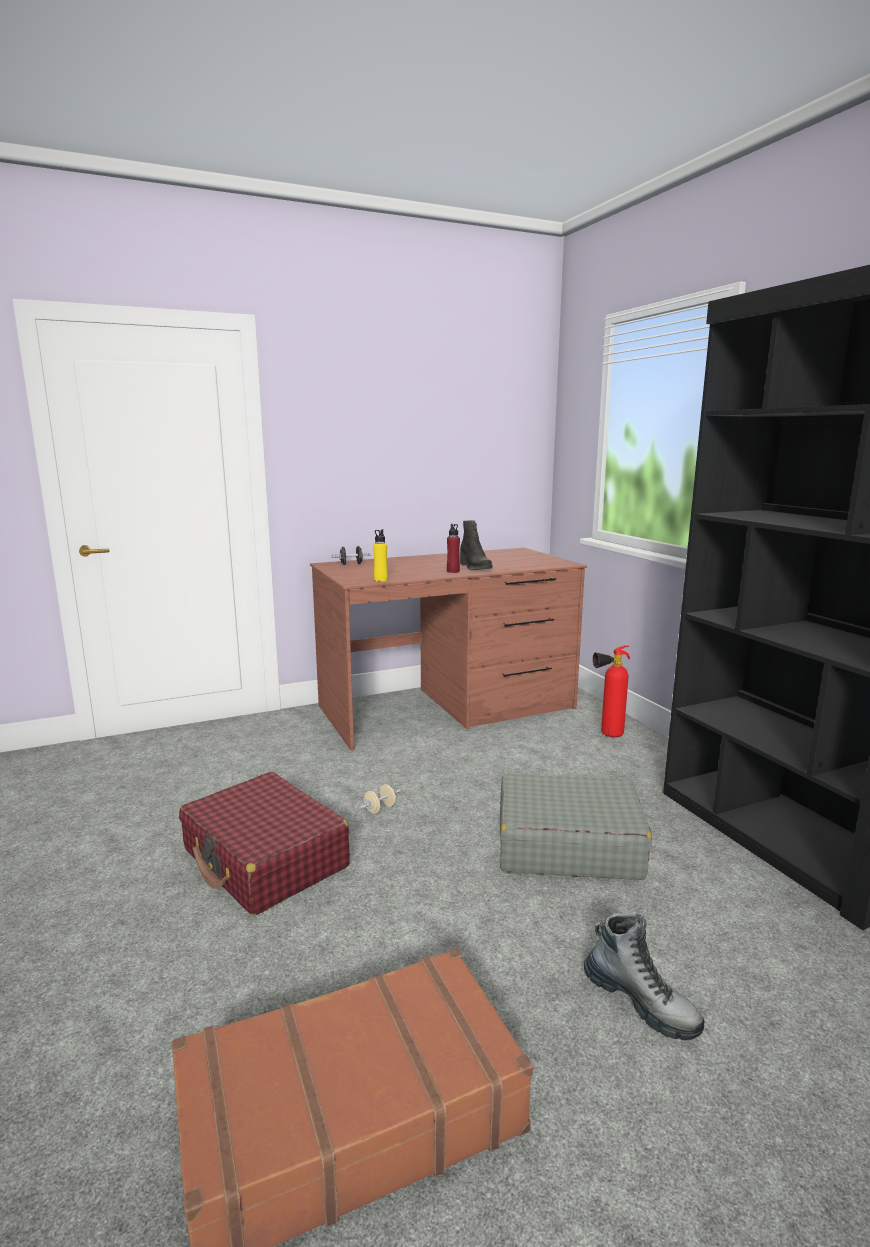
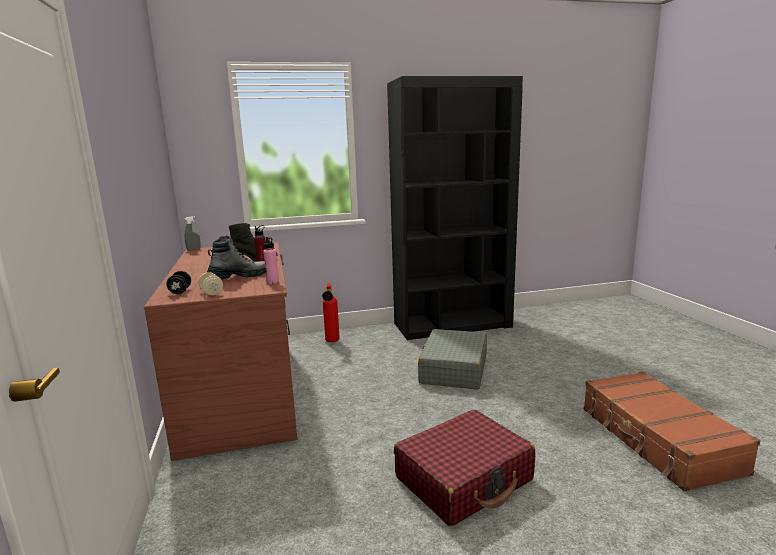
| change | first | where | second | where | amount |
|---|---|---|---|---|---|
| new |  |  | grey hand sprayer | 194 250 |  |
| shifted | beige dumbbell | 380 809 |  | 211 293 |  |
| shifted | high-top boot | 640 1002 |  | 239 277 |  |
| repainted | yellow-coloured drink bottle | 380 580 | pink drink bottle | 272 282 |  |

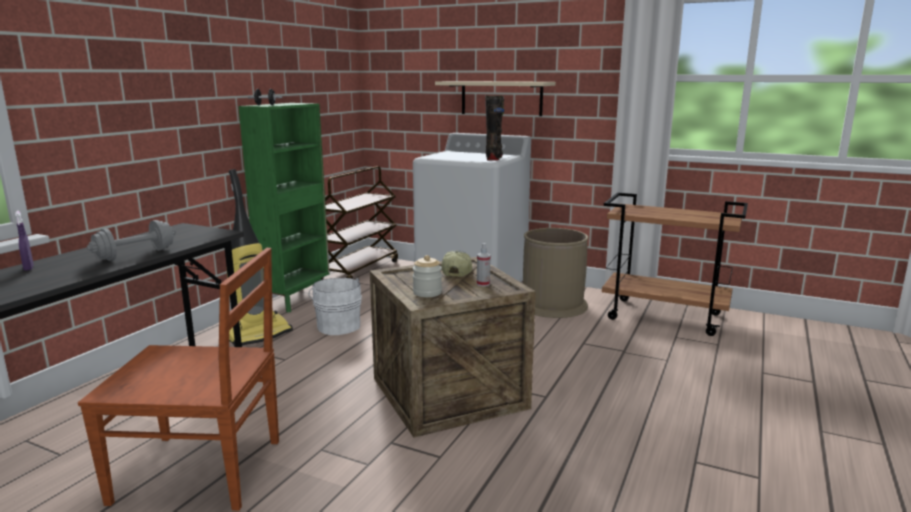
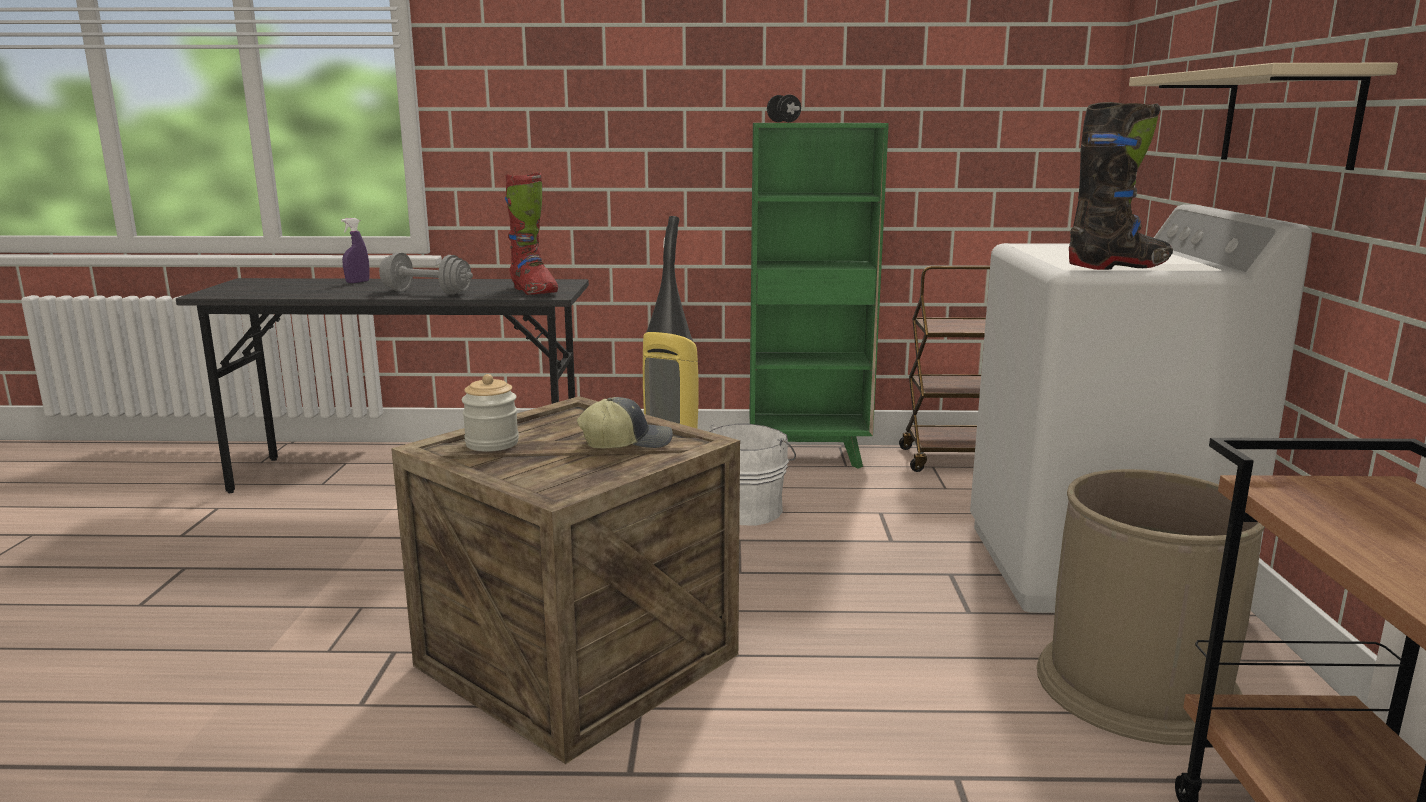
| change | first | where | second | where | amount |
|---|---|---|---|---|---|
| gone | brown upright chair | 202 471 |  |  |  |
| gone | hand sprayer | 483 284 |  |  |  |
| new |  |  | red high-top boot | 533 291 |  |

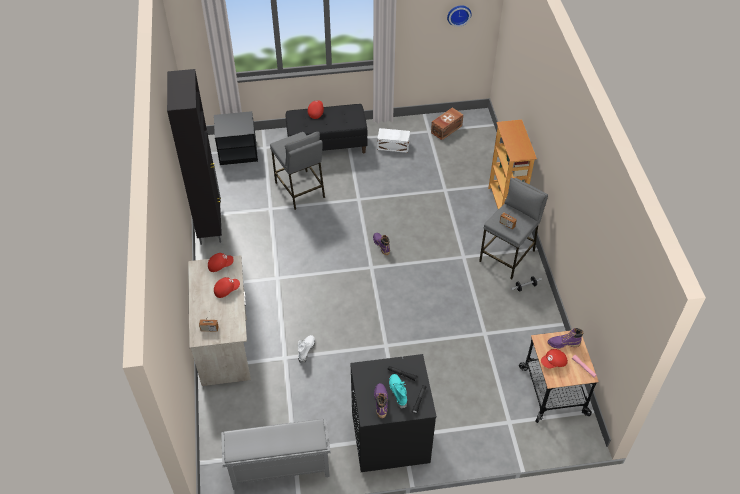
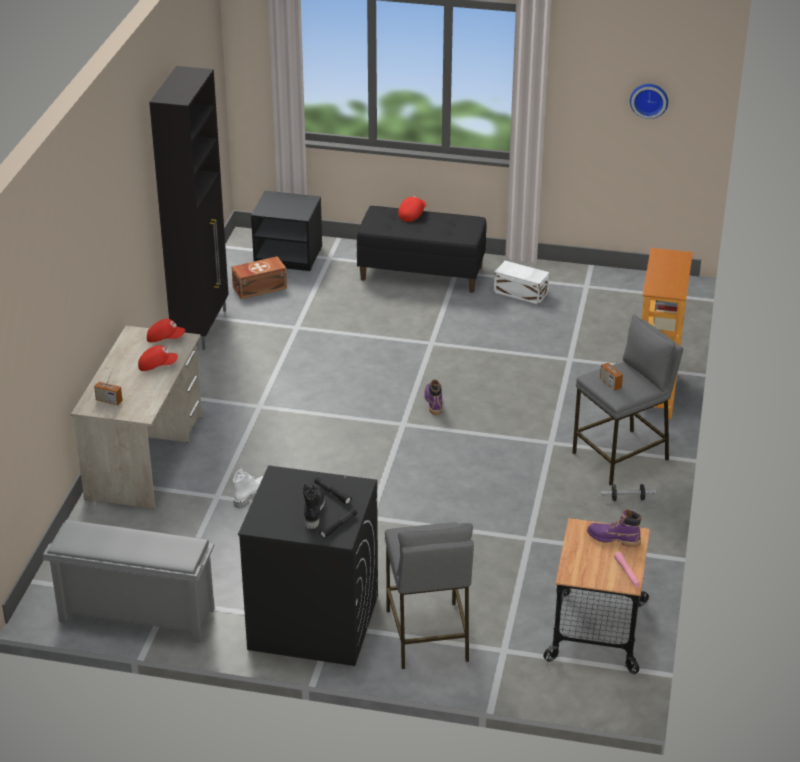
| change | first | where | second | where | amount |
|---|---|---|---|---|---|
| gone | purple-coloured high-top boot | 381 402 |  |  |  |
| gone | red baseball cap | 554 362 |  |  |  |
| shifted | grey stool | 300 190 |  | 427 635 |  |
| shifted | brown storage box | 445 129 |  | 258 287 |  |
| repainted | turquoise-coloured high-top boot | 397 392 | black-coloured high-top boot | 313 511 |  |

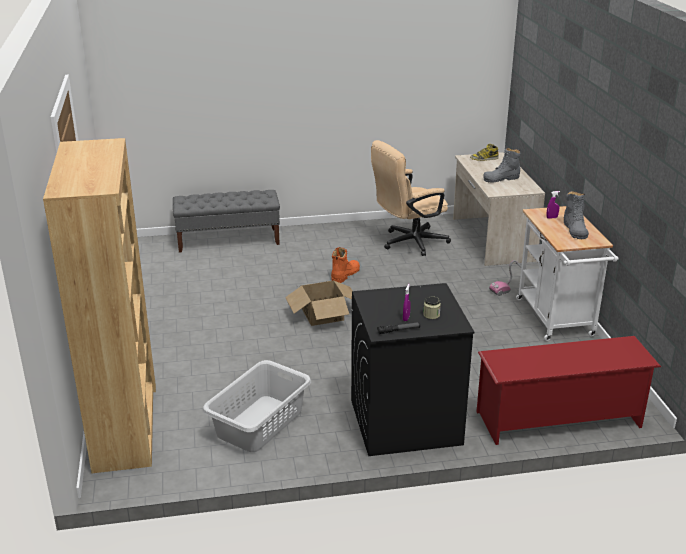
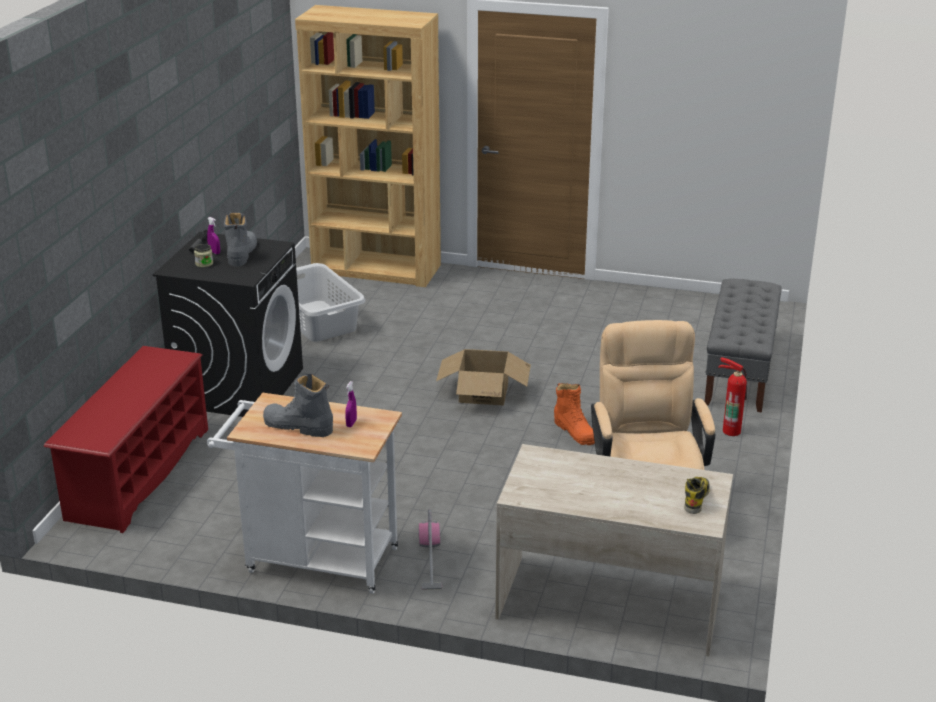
| change | first | where | second | where | amount |
|---|---|---|---|---|---|
| new |  |  | fire-fighting cylinder | 731 430 |  |
| shifted | grey high-top boot | 501 178 |  | 242 253 |  |

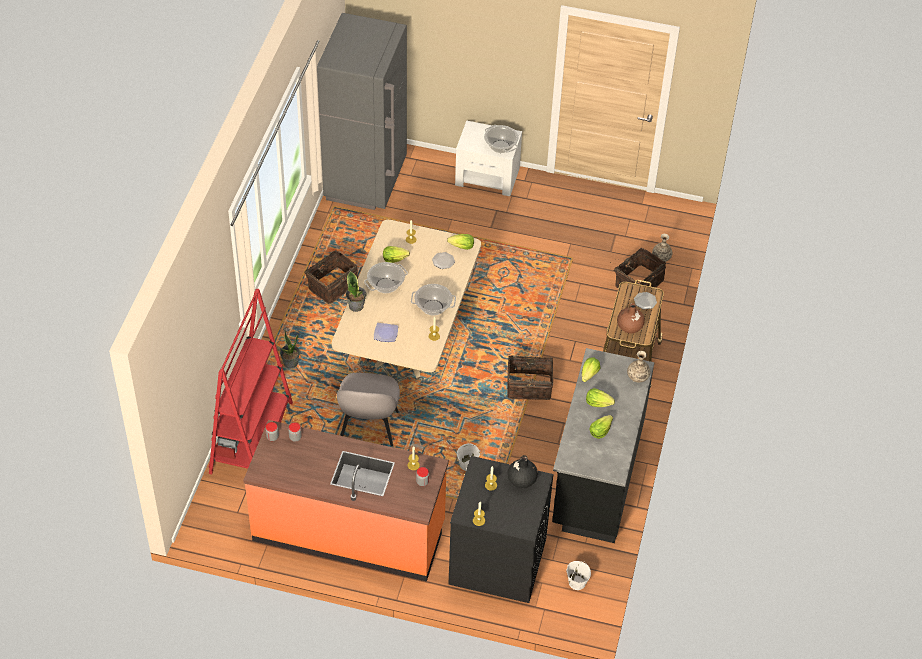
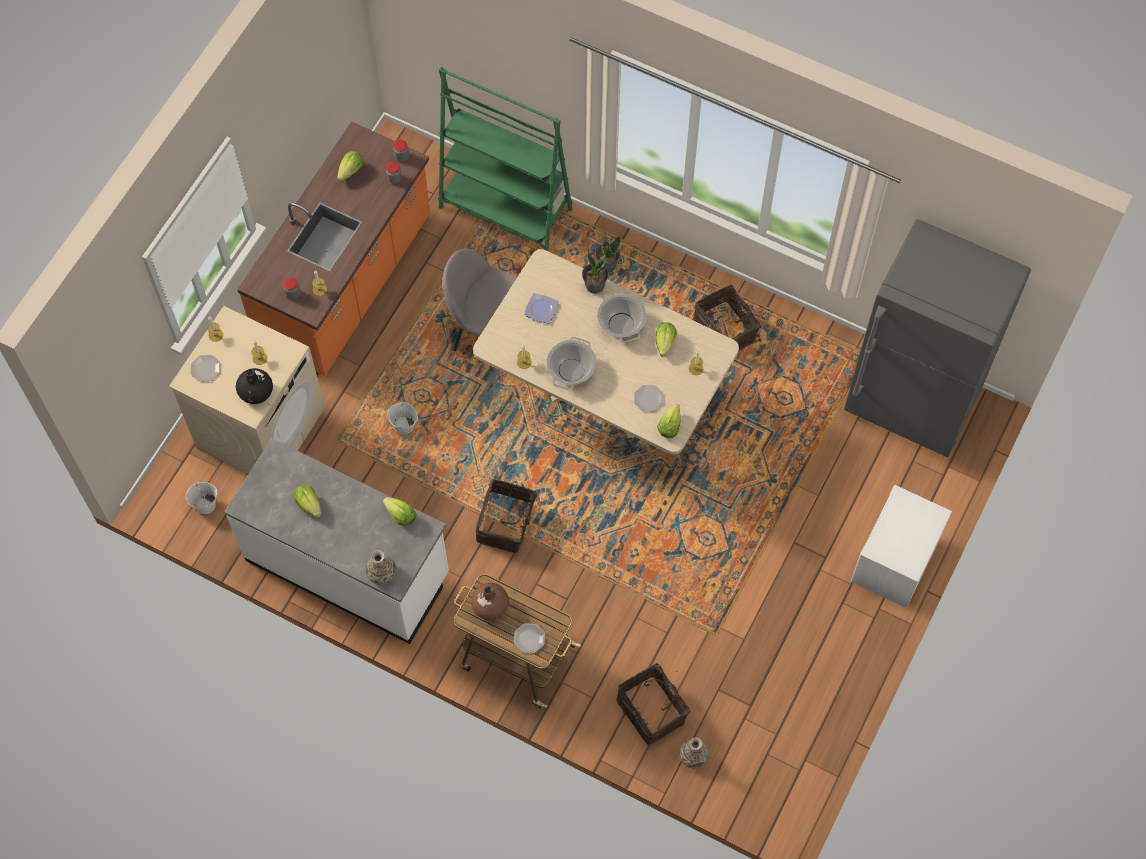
| change | first | where | second | where | amount |
|---|---|---|---|---|---|
| gone | stockpot | 500 146 |  |  |  |
| new |  |  | dinner plate | 205 369 |  |
| shifted | lettuce | 598 403 |  | 351 171 |  |
| repainted | red shelving unit | 251 437 | green shelving unit | 505 208 |  |
| repainted | black-coloured washing machine | 497 561 | beige washing machine | 261 427 |  |
| repainted | black-coloured counter | 596 475 | white-coloured counter | 348 567 |  |

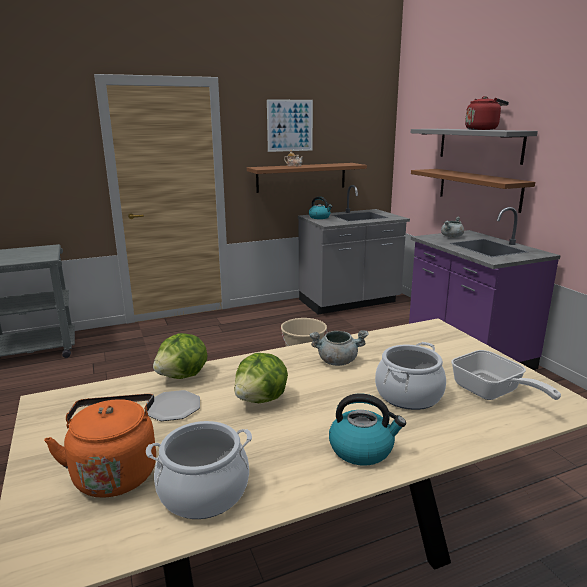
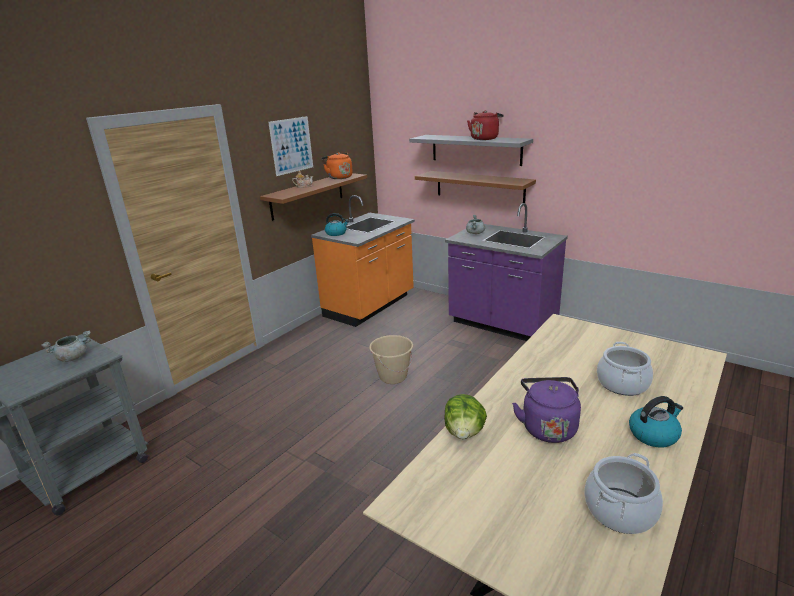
| change | first | where | second | where | amount |
|---|---|---|---|---|---|
| gone | dinner plate | 173 408 |  |  |  |
| gone | pan | 491 393 |  |  |  |
| shifted | orange-coloured kettle | 115 472 |  | 339 177 |  |
| shifted | grey stockpot | 337 361 |  | 73 357 |  |
| swapped | lettuce | 261 399 | purple-coloured kettle | 547 427 |  |
| repainted | grey counter | 349 302 | orange-coloured counter | 370 306 |  |

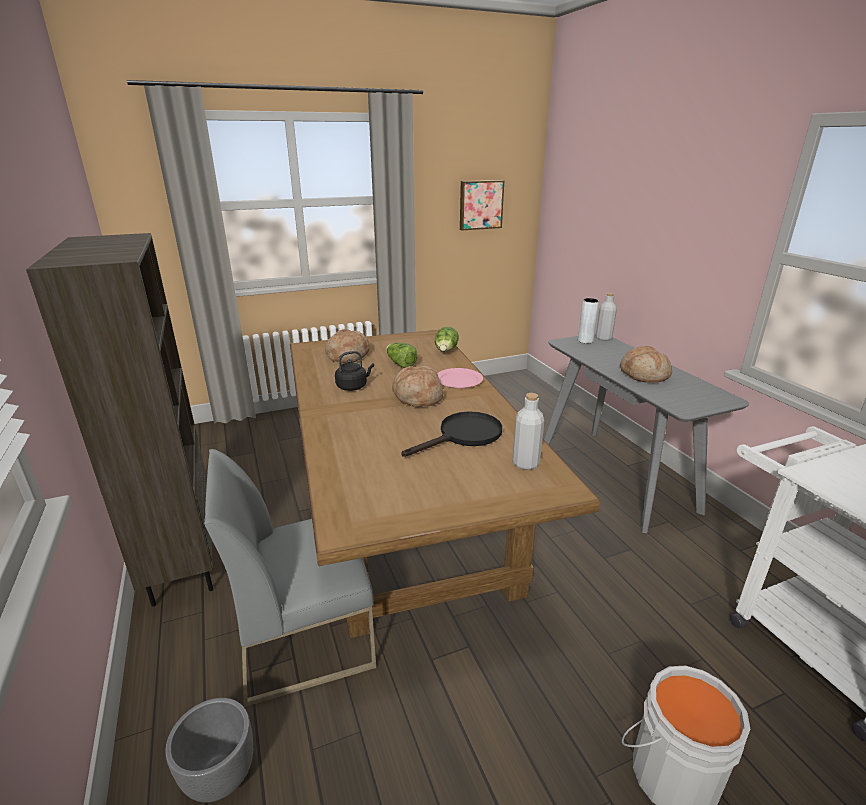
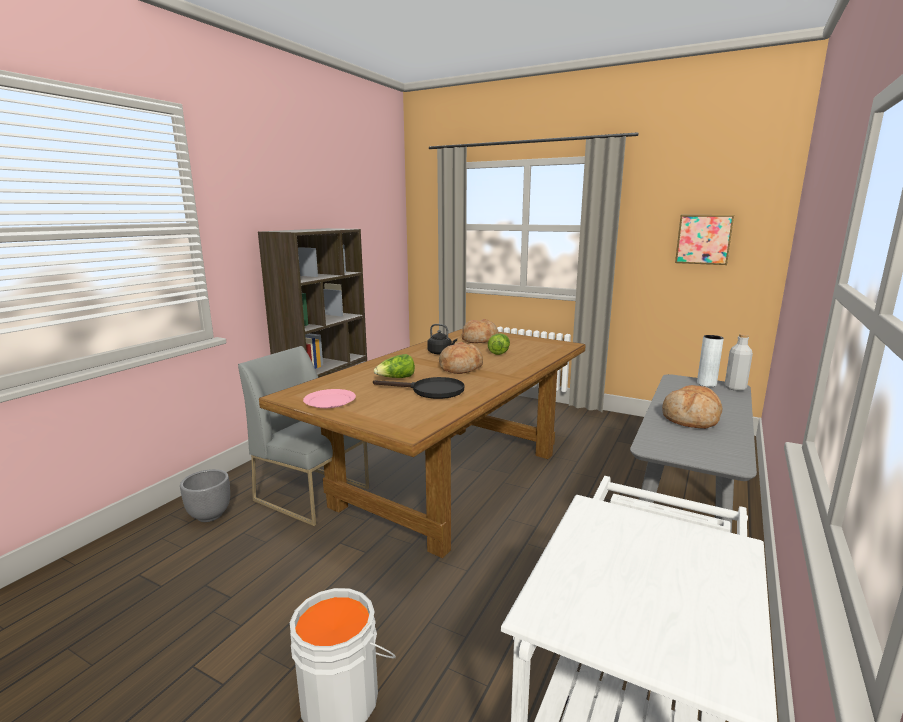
| change | first | where | second | where | amount |
|---|---|---|---|---|---|
| gone | grey drink bottle | 525 463 |  |  |  |
| shifted | lettuce | 446 351 |  | 396 378 |  |
| shifted | pink dinner plate | 458 380 |  | 329 401 |  |

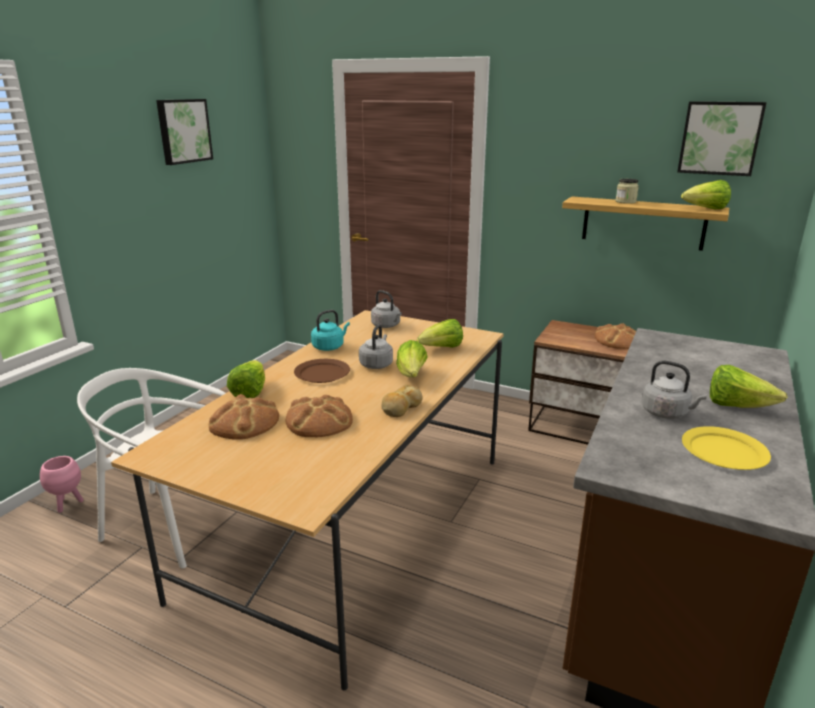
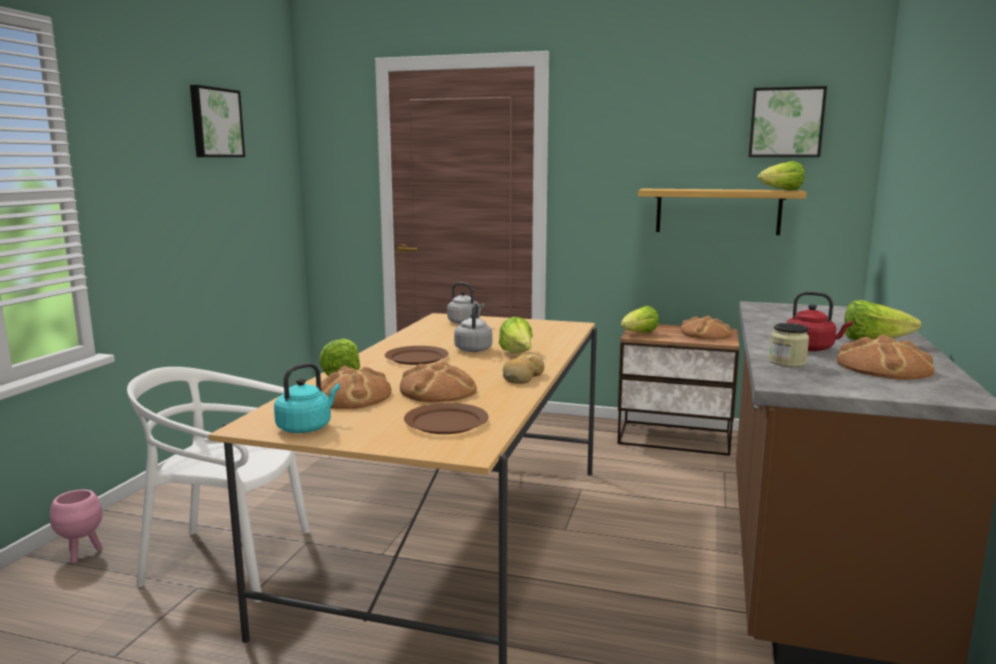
| change | first | where | second | where | amount |
|---|---|---|---|---|---|
| new |  |  | brown dinner plate | 446 422 |  |
| shifted | turquoise-coloured kettle | 329 347 |  | 306 427 |  |
| shifted | lettuce | 441 348 |  | 639 333 |  |
| shifted | preserve jar | 625 202 |  | 787 362 |  |
| swapped | yellow-coloured dinner plate | 724 451 | bread | 884 367 |  |
| repainted | grey kettle | 666 413 | red kettle | 811 348 |  |

